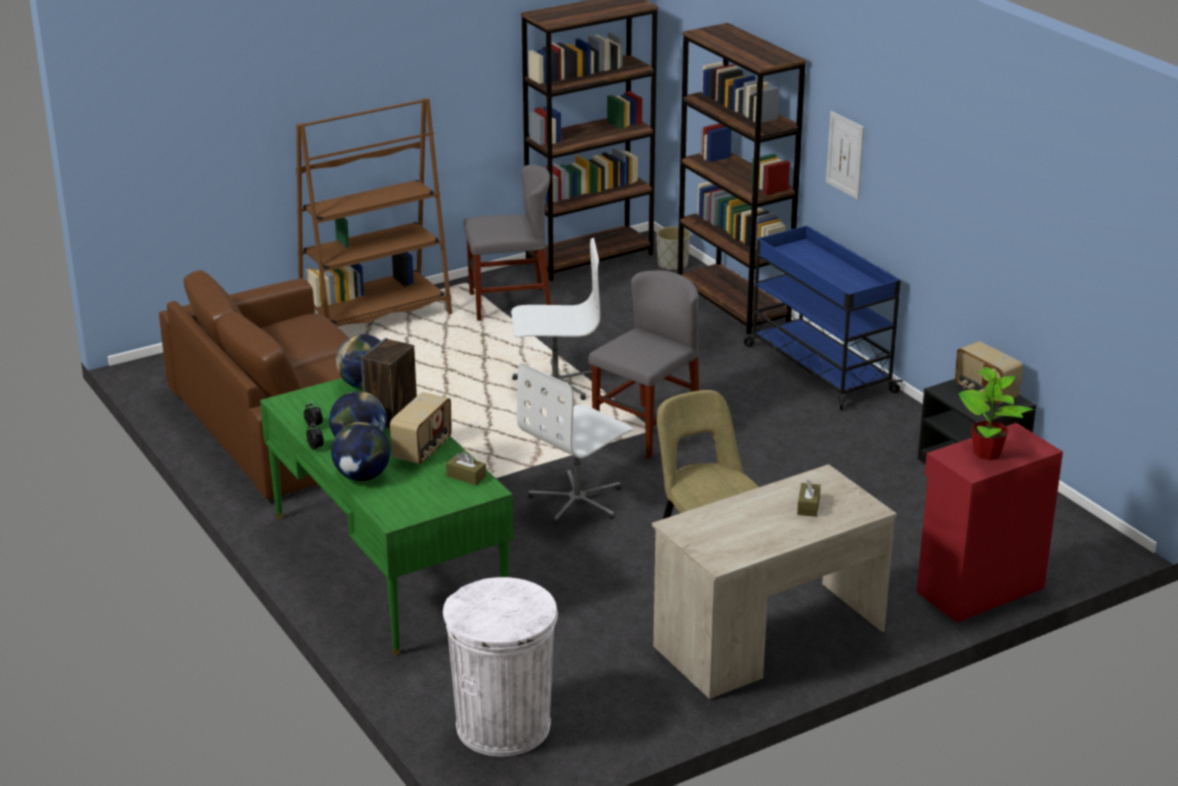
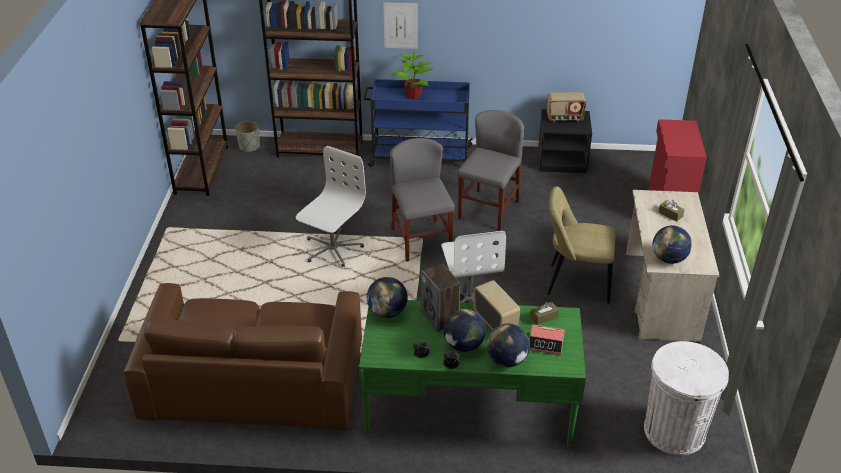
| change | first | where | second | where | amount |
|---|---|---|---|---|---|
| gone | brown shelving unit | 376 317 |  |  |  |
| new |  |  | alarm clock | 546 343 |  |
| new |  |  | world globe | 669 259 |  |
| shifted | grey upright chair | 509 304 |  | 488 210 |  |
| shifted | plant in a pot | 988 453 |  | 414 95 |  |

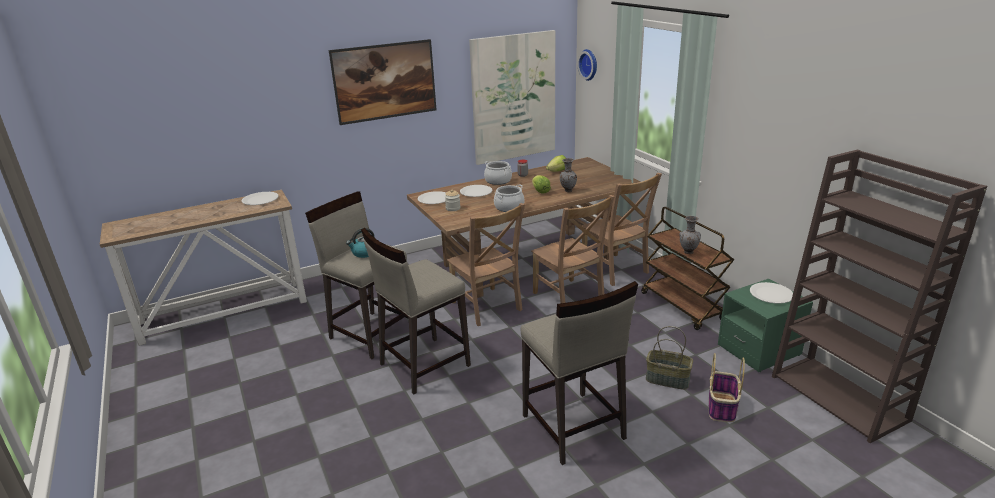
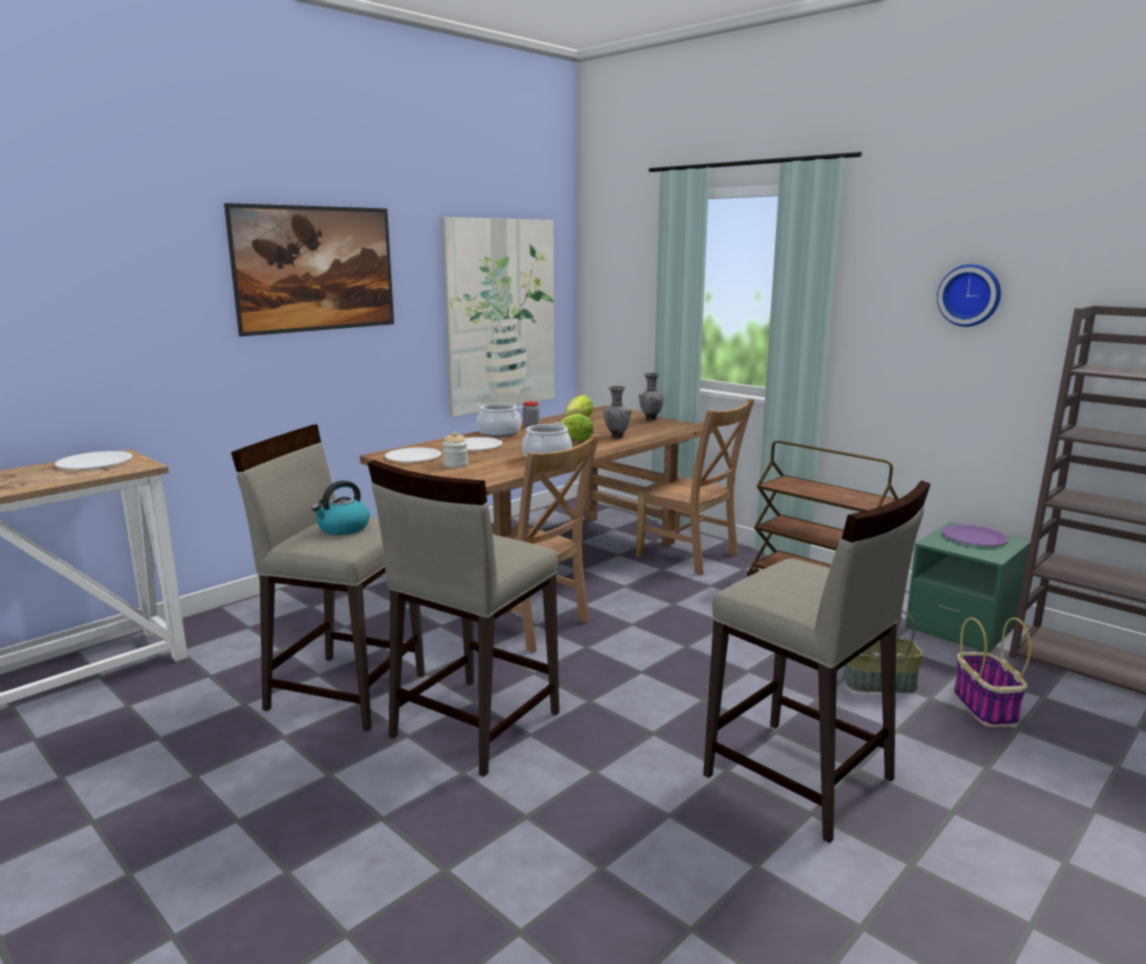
| change | first | where | second | where | amount |
|---|---|---|---|---|---|
| gone | brown upright chair | 569 298 |  |  |  |
| shifted | clock on the wall | 589 64 |  | 970 295 |  |
| shifted | grey flower vase | 688 252 |  | 650 419 |  |
| repainted | white-coloured dinner plate | 771 294 | purple-coloured dinner plate | 974 538 |  |

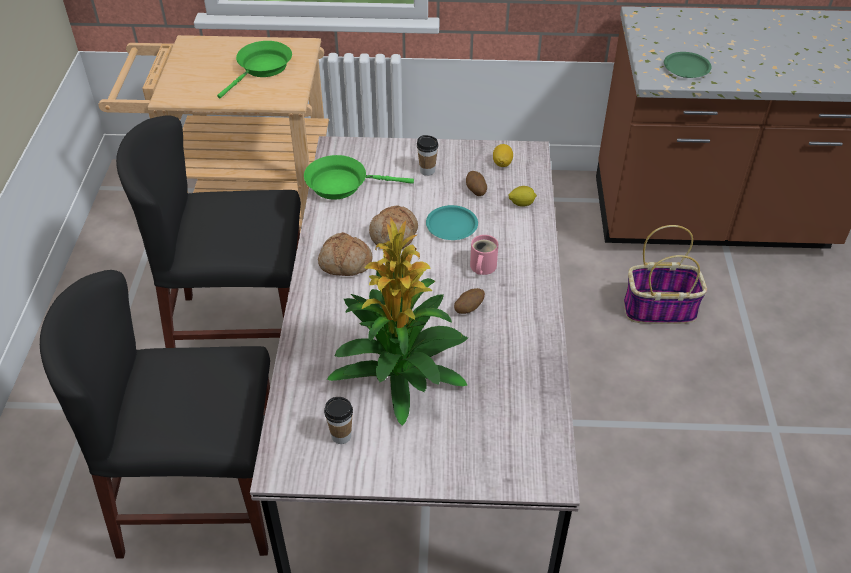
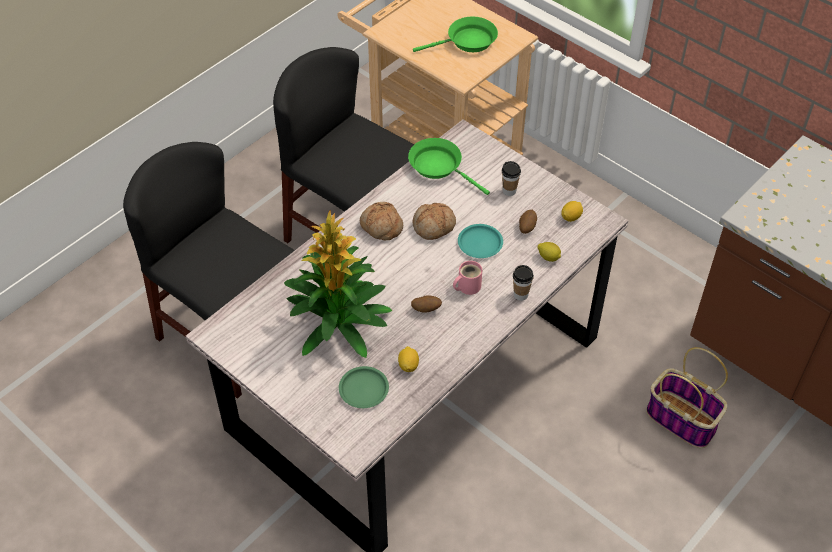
| change | first | where | second | where | amount |
|---|---|---|---|---|---|
| new |  |  | citrus fruit | 408 365 |  |
| shifted | drinking cup | 341 436 |  | 520 295 |  |
| shifted | green dinner plate | 687 68 |  | 364 390 |  |

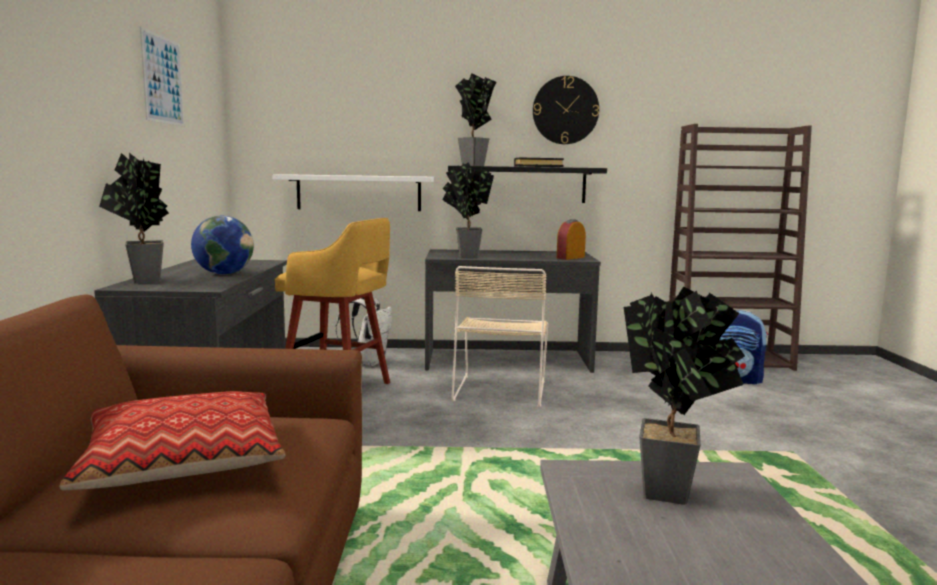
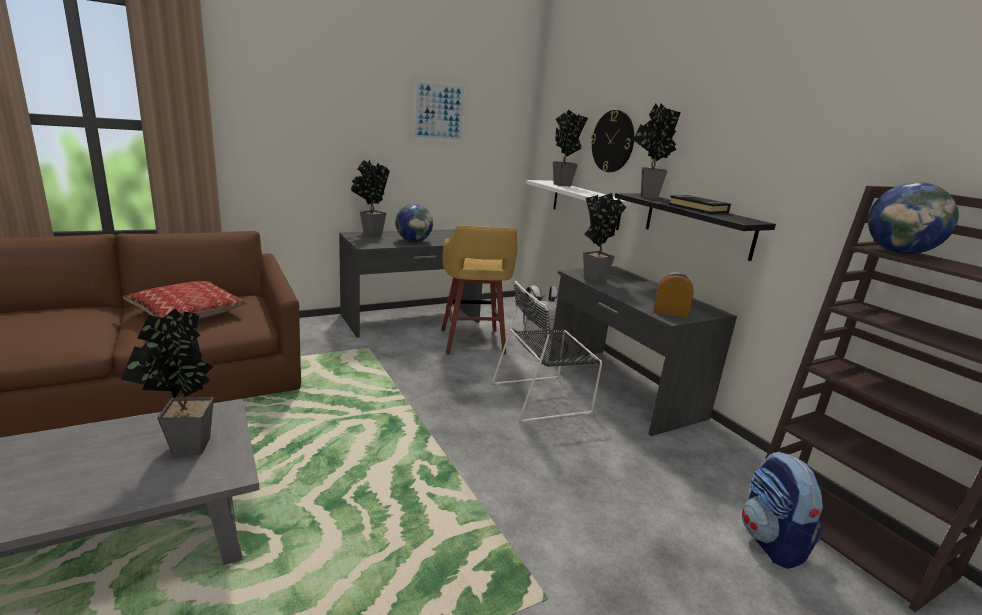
| change | first | where | second | where | amount |
|---|---|---|---|---|---|
| new |  |  | plant in a pot | 562 185 |  |
| new |  |  | world globe | 899 252 |  |
| shifted | clock on the wall | 565 110 |  | 613 141 |  |
| repainted | beige upright chair | 500 389 | black-coloured upright chair | 543 397 |  |

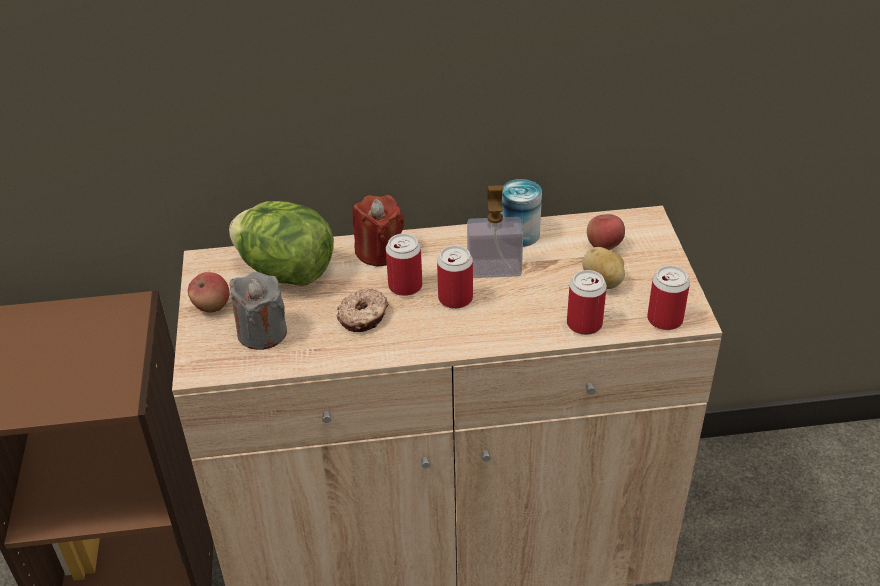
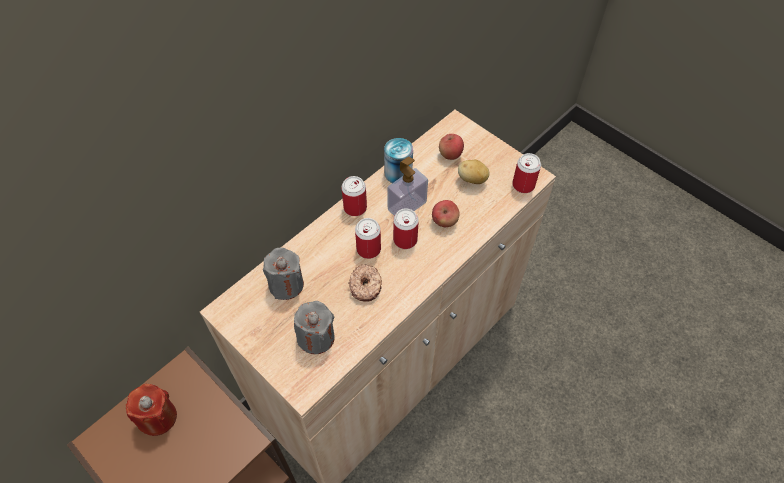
| change | first | where | second | where | amount |
|---|---|---|---|---|---|
| shifted | whole apple | 212 306 |  | 444 221 |  |
| shifted | red wax candle | 379 252 |  | 158 417 |  |
| shifted | can | 584 324 |  | 355 207 |  |
| swapped | lettuce | 286 272 | grey wax candle | 286 285 |  |

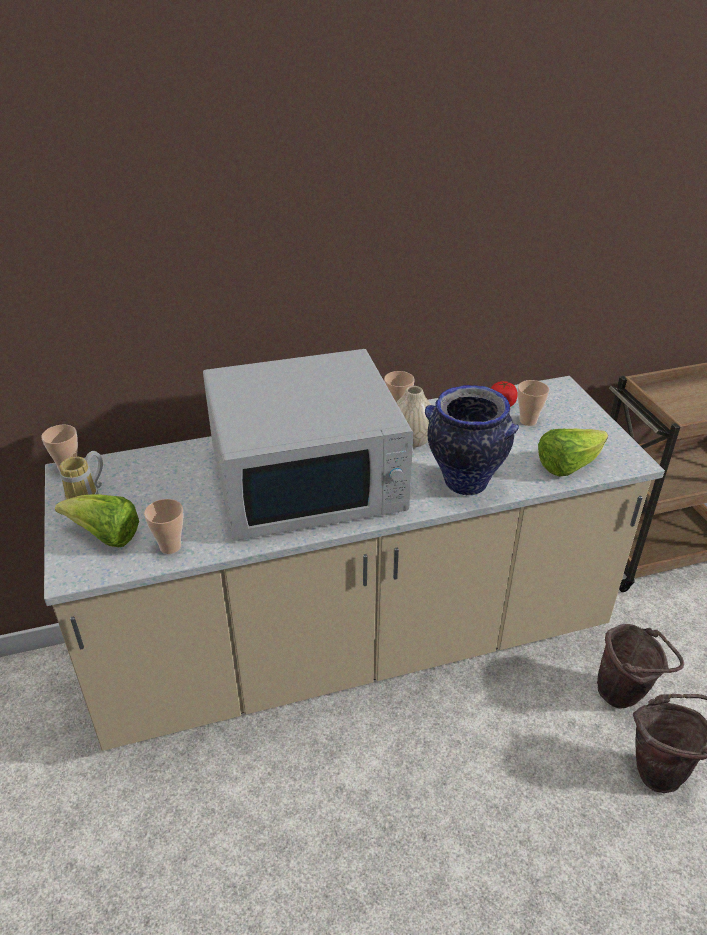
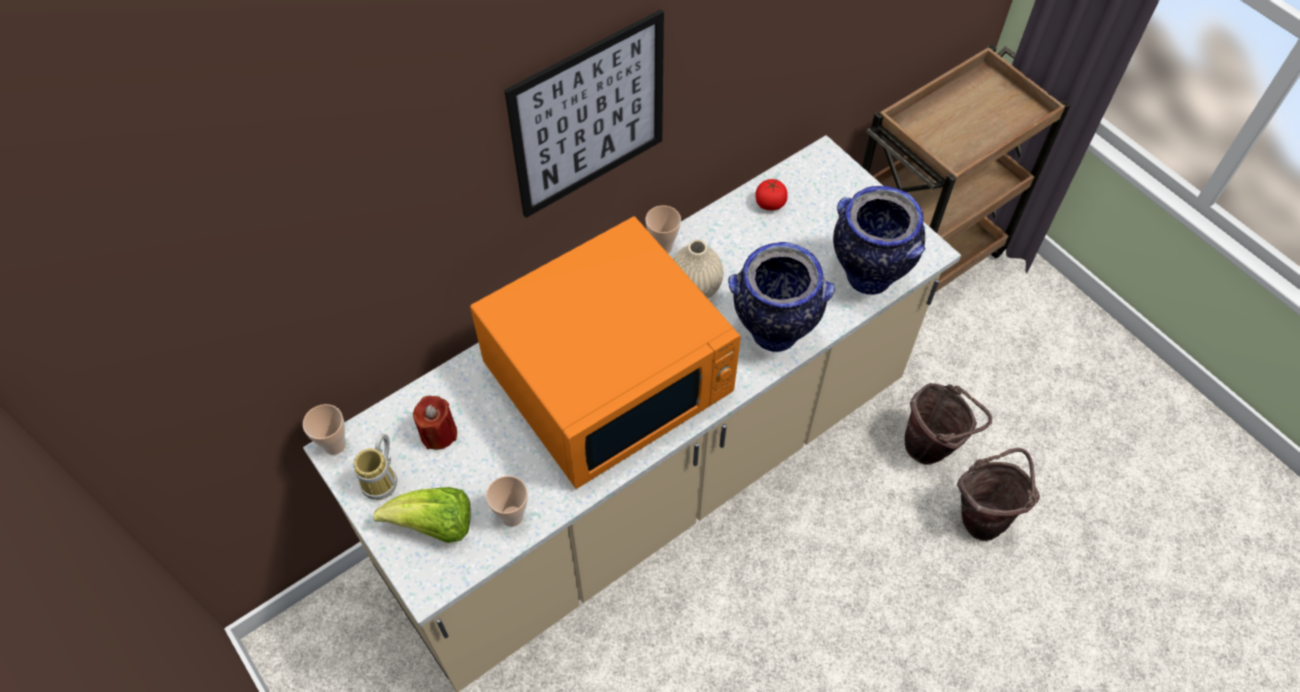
| change | first | where | second | where | amount |
|---|---|---|---|---|---|
| gone | drinking cup | 528 421 |  |  |  |
| new |  |  | red wax candle | 438 433 |  |
| new |  |  | wall picture | 589 116 |  |
| swapped | lettuce | 568 465 | flower vase | 867 277 |  |
| repainted | white-coloured microwave oven | 308 479 | orange-coloured microwave oven | 610 378 |  |

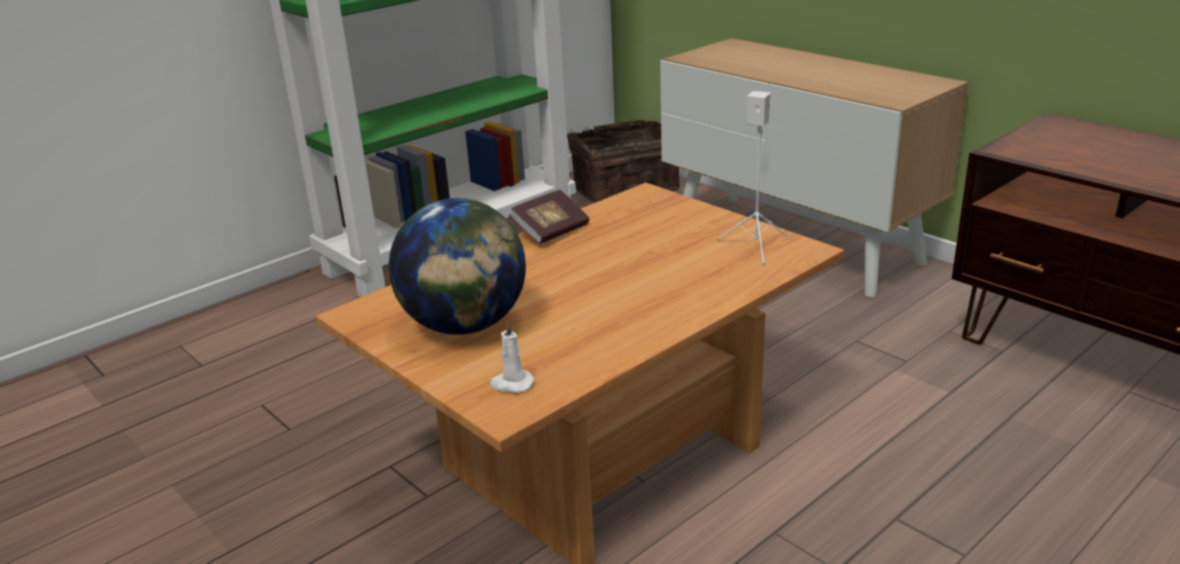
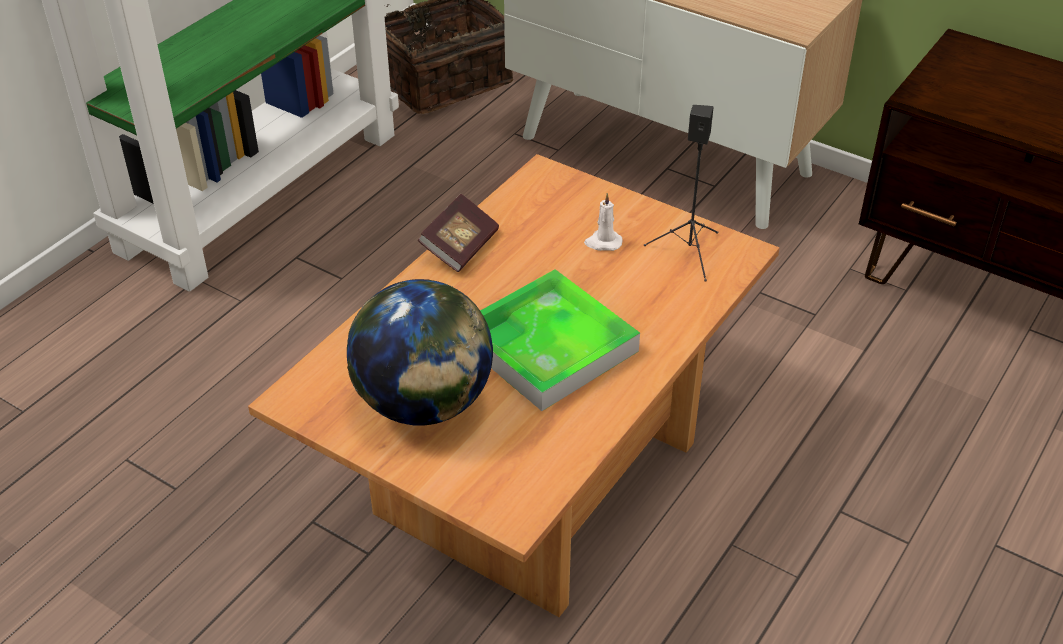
| change | first | where | second | where | amount |
|---|---|---|---|---|---|
| new |  |  | carrying tray | 548 346 |  |
| shifted | white-coloured wax candle | 511 384 |  | 603 242 |  |
| repainted | white-coloured audio speaker | 756 247 | black-coloured audio speaker | 689 251 |  |

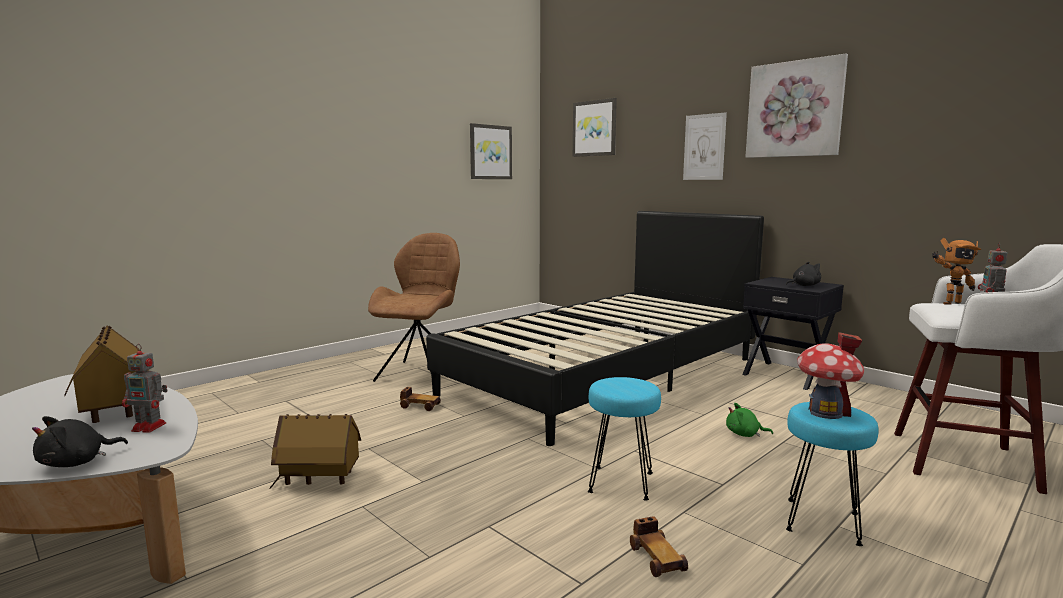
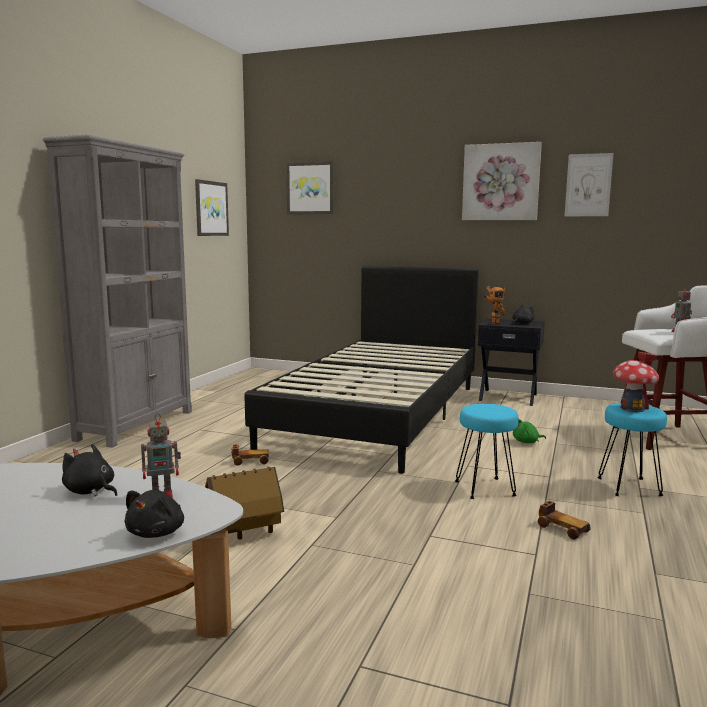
| change | first | where | second | where | amount |
|---|---|---|---|---|---|
| gone | brown upright chair | 420 373 |  |  |  |
| new |  |  | grey shelving unit | 137 425 |  |
| shifted | wall picture | 704 147 |  | 588 185 |  |
| shifted | robot figure | 949 303 |  | 493 323 |  |
| swapped | miniature house | 114 411 | black-coloured plush toy | 91 491 |  |

